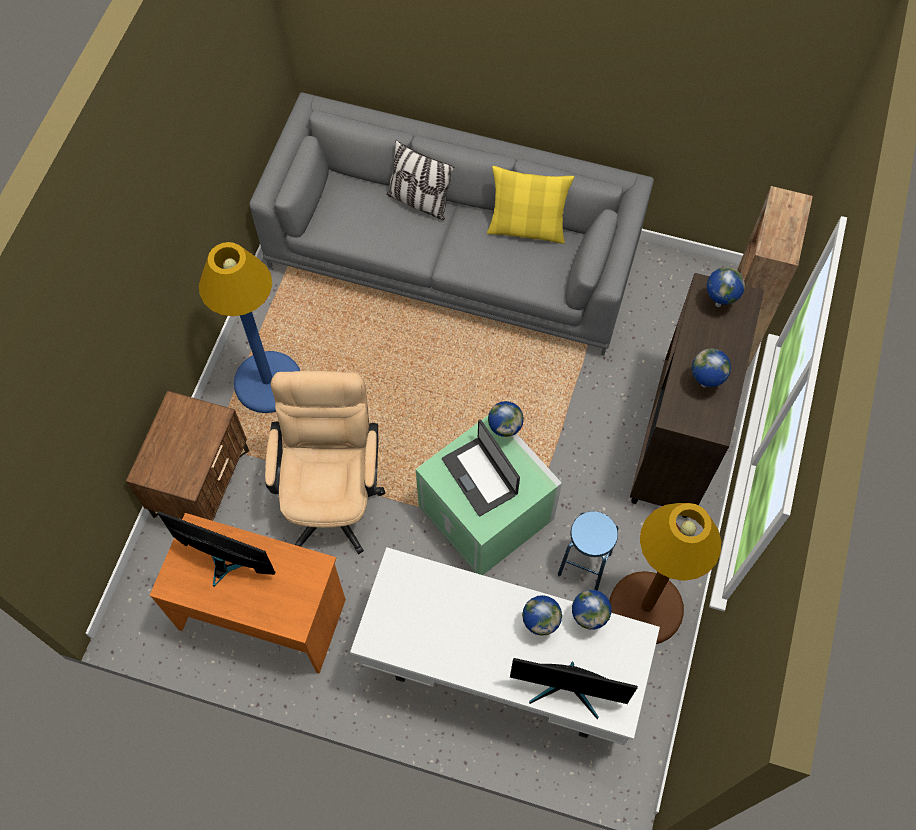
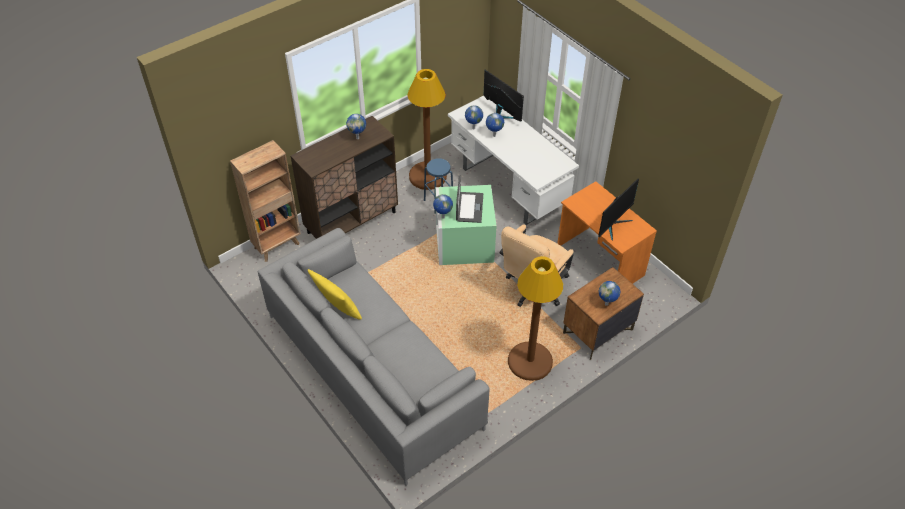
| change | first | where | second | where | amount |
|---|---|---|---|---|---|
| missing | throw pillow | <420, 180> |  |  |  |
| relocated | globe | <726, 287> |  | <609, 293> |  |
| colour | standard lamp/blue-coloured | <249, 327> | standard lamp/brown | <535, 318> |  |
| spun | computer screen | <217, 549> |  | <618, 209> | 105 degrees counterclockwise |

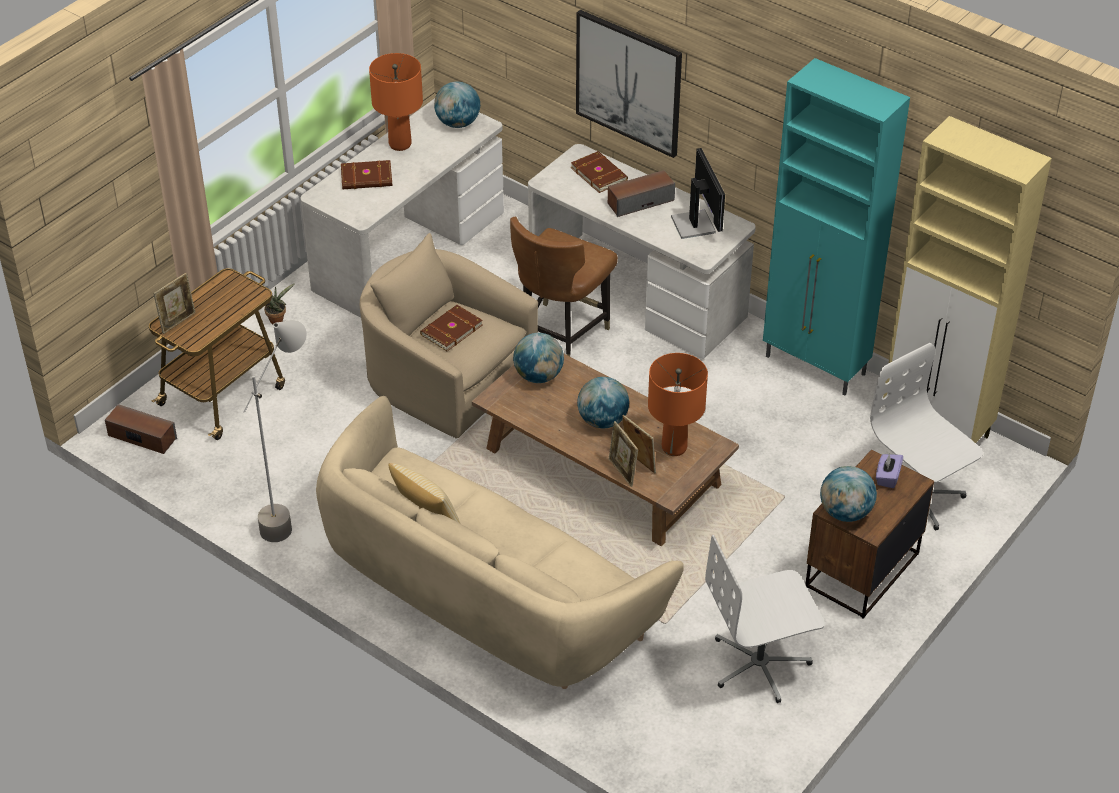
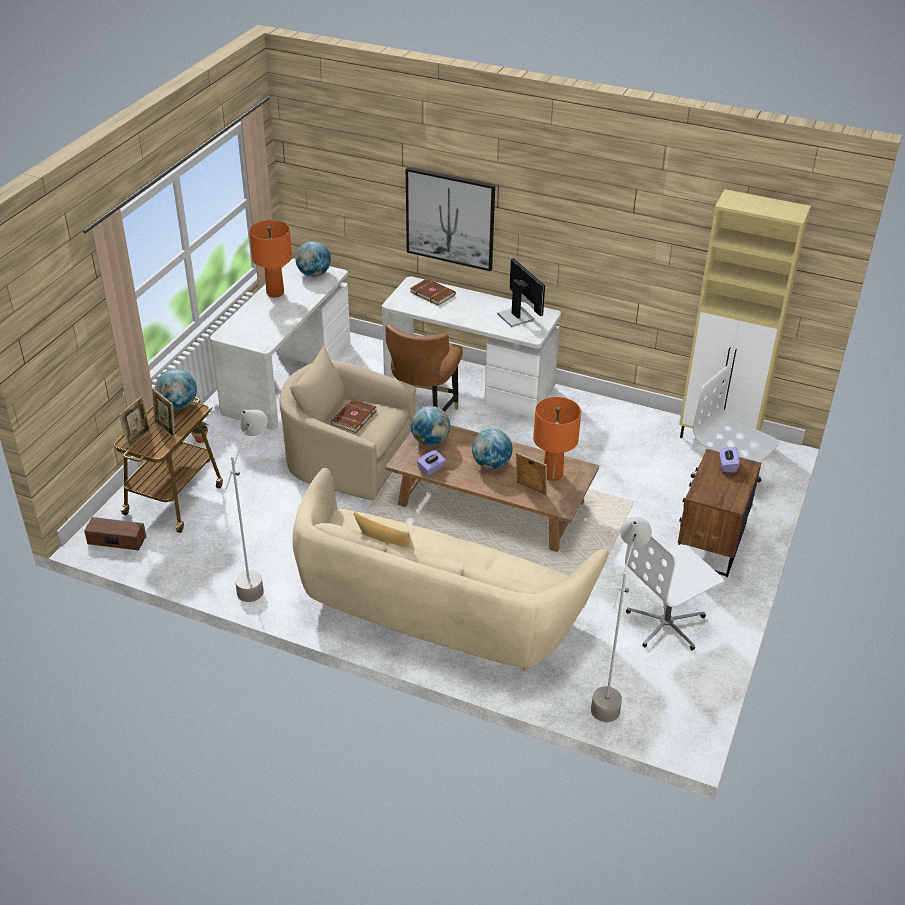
| change | first | where | second | where | amount |
|---|---|---|---|---|---|
| missing | bound book/brown | <367, 175> |  |  |  |
| missing | loudspeaker | <641, 193> |  |  |  |
| missing | cupboard/blue-green | <836, 227> |  |  |  |
| appeared |  |  | tissue box/purplish | <431, 463> |  |
| appeared |  |  | standard lamp/greyish | <621, 619> |  |
| relocated | standing frame | <623, 454> |  | <163, 413> |  |
| relocated | globe | <848, 494> |  | <176, 389> |  |

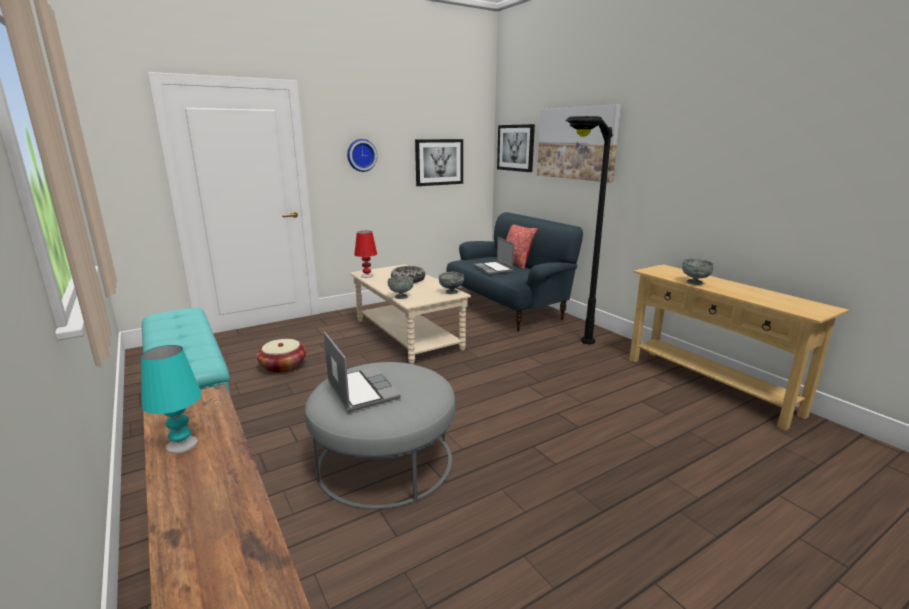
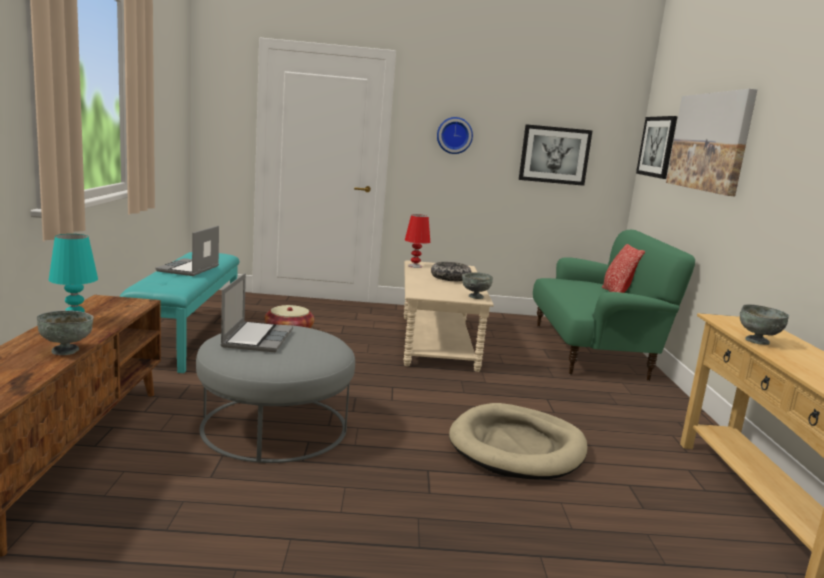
| change | first | where | second | where | amount |
|---|---|---|---|---|---|
| missing | standard lamp/black-coloured | <589, 230> |  |  |  |
| appeared |  |  | pet bed/beige | <518, 441> |  |
| relocated | bowl/greyish | <400, 287> |  | <65, 332> |  |
| relocated | notebook computer | <494, 256> |  | <187, 251> |  |
| colour | settee/blue-coloured | <514, 272> | settee/green | <614, 305> |  |

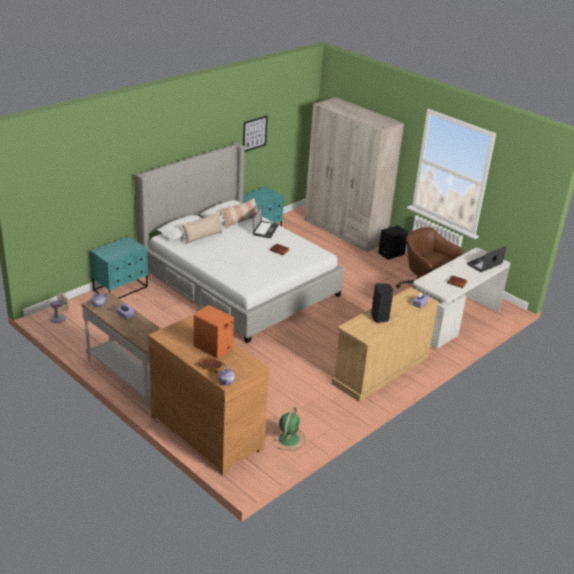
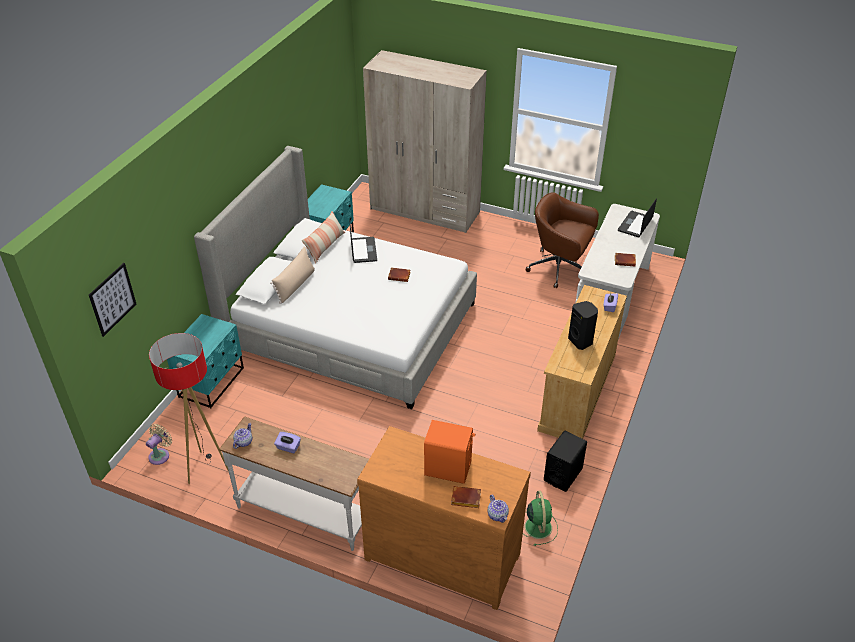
| change | first | where | second | where | amount |
|---|---|---|---|---|---|
| appeared |  |  | standard lamp | <188, 408> |  |
| relocated | wall picture | <255, 133> |  | <112, 300> |  |
| relocated | loudspeaker/black-coloured | <393, 242> |  | <565, 461> |  |

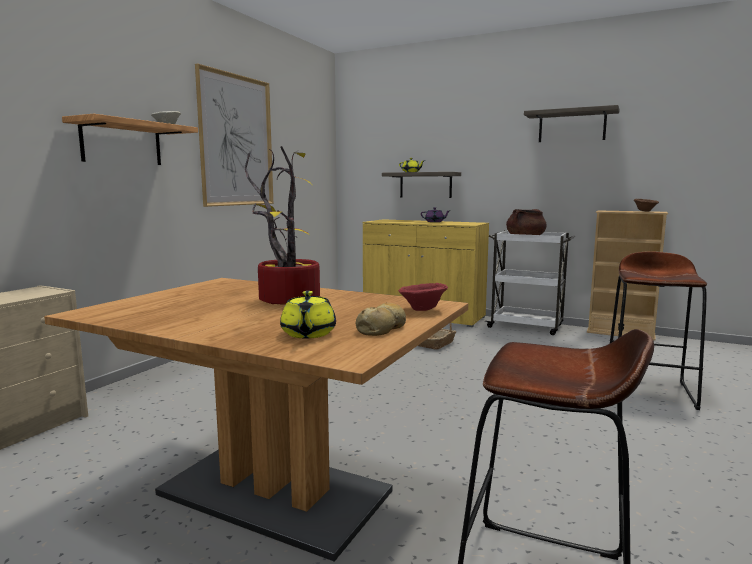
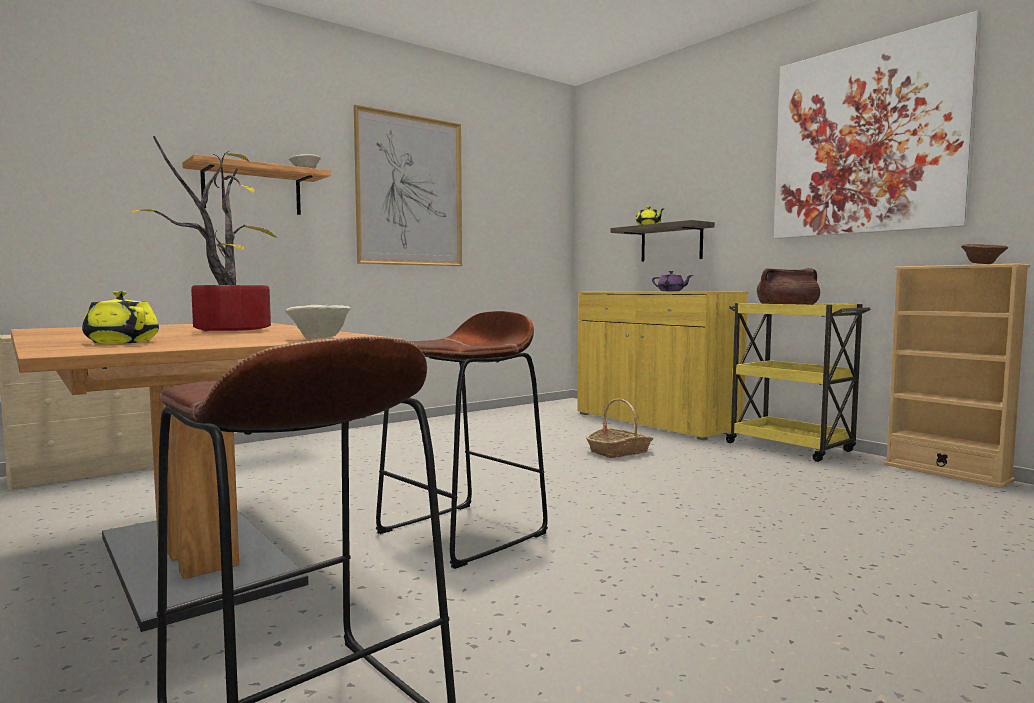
| change | first | where | second | where | amount |
|---|---|---|---|---|---|
| missing | bakery bread | <381, 319> |  |  |  |
| relocated | stool/brown | <658, 330> |  | <462, 440> |  |
| exchanged | shelf | <572, 123> | wall picture | <877, 124> |  |
| colour | bowl/red | <423, 297> | bowl/beige | <318, 321> |  |
| colour | trolley/white-coloured | <530, 282> | trolley/yellowish | <797, 382> |  |
| spun | tea pot/yellowish | <308, 314> |  | <120, 317> | 105 degrees clockwise |

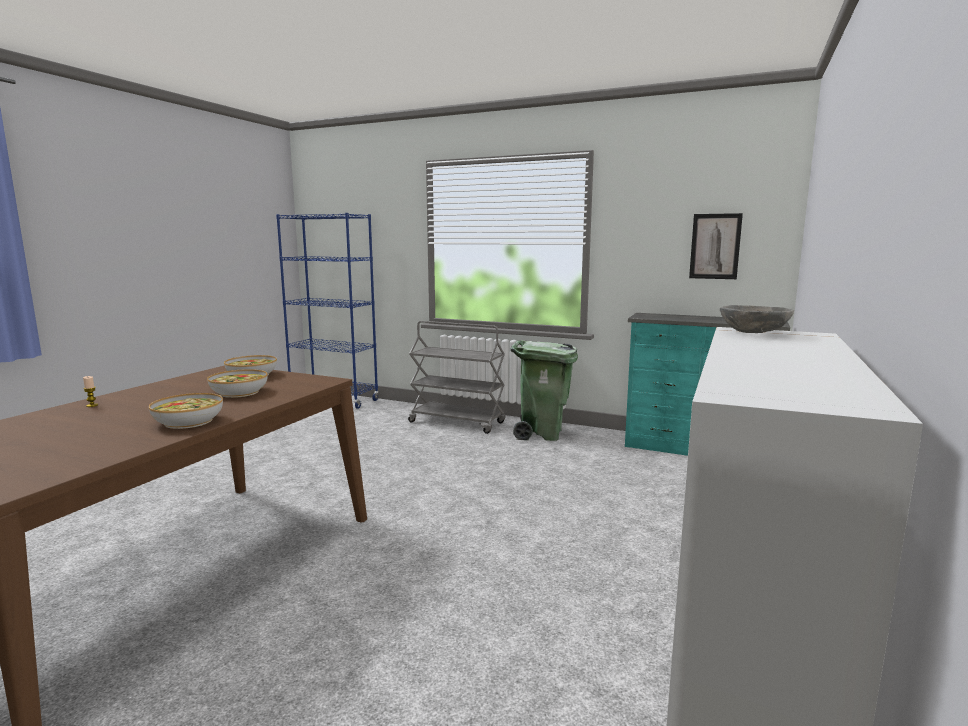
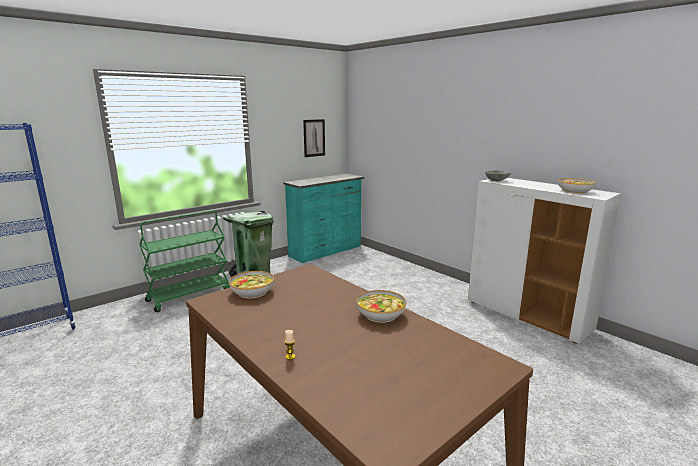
| change | first | where | second | where | amount |
|---|---|---|---|---|---|
| relocated | bowl | <237, 383> |  | <576, 186> |  |
| colour | trolley/greyish | <457, 377> | trolley/green | <184, 261> |  |

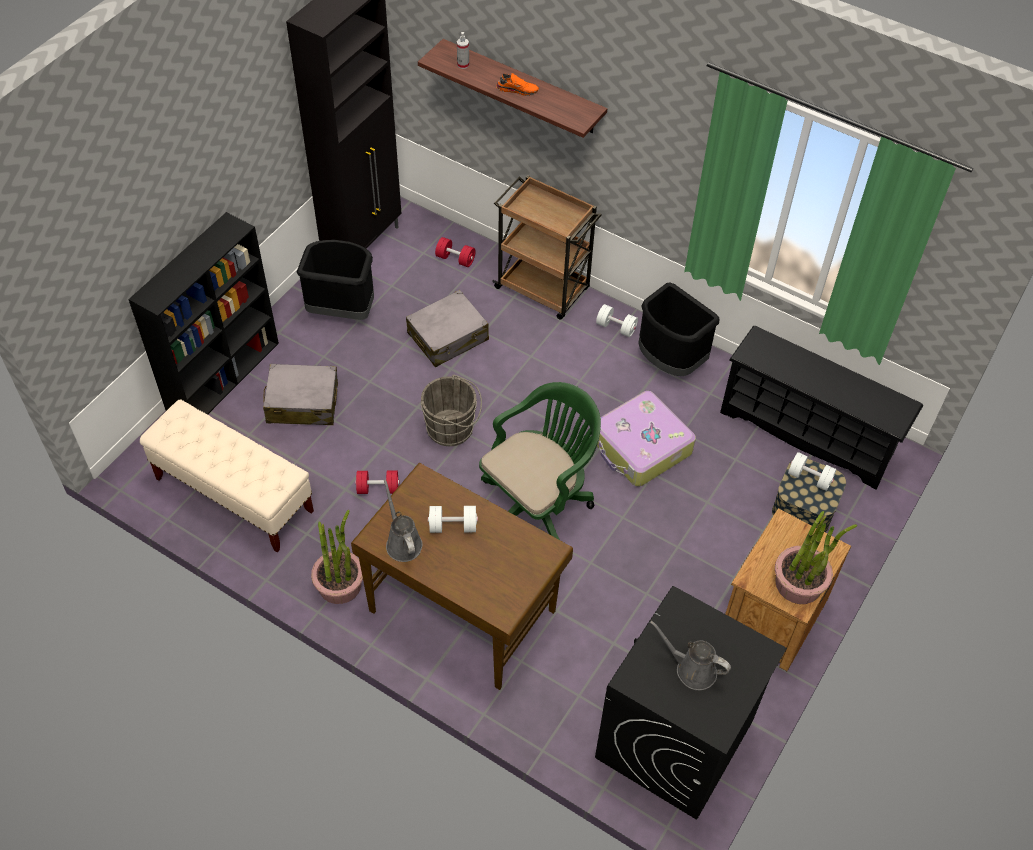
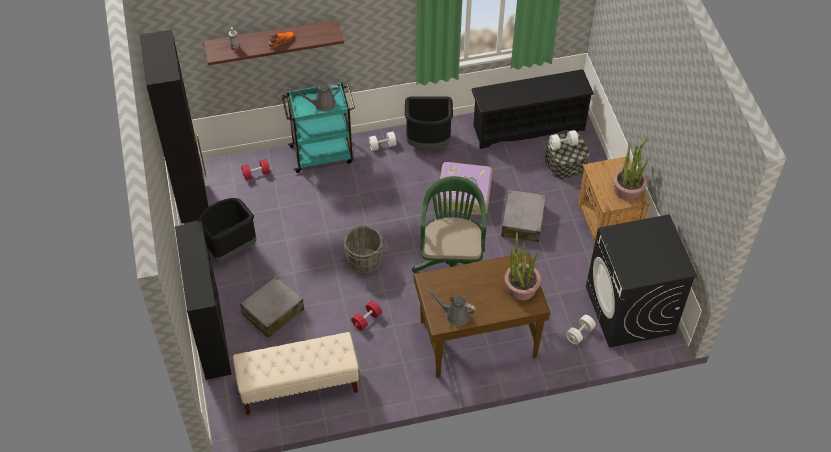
| change | first | where | second | where | amount |
|---|---|---|---|---|---|
| relocated | plant in a pot | <337, 557> |  | <522, 266> |  |
| relocated | piece of luggage/greyish | <447, 328> |  | <523, 216> |  |
| relocated | dumbbell/white-coloured | <453, 519> |  | <581, 330> |  |
| relocated | watering pot/greyish | <690, 655> |  | <317, 97> |  |
| colour | trolley/brown | <547, 247> | trolley/blue-green | <318, 127> |  |

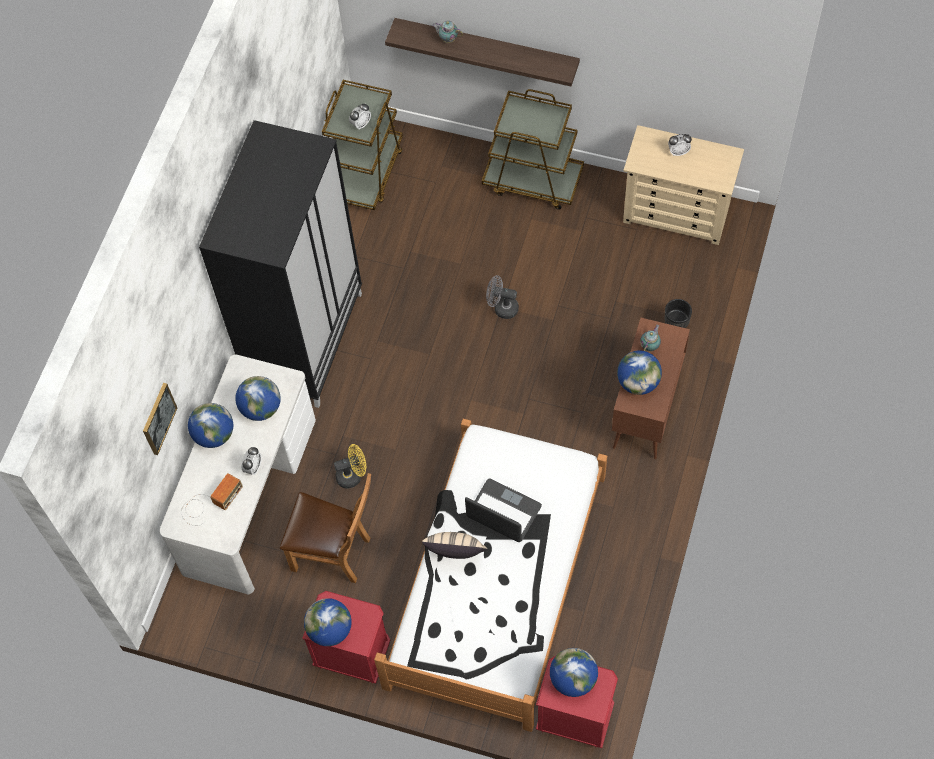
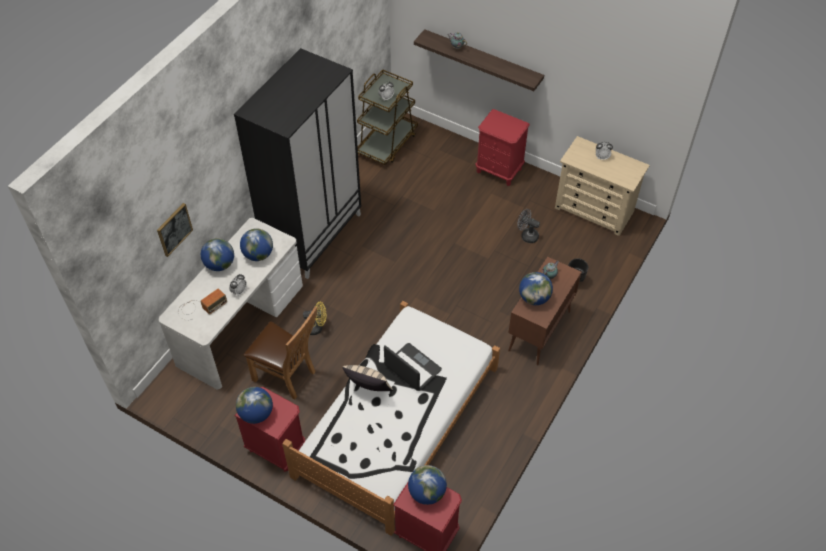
| change | first | where | second | where | amount |
|---|---|---|---|---|---|
| relocated | electric fan/greyish | <502, 297> |  | <528, 226> |  |
| exchanged | trolley/brown | <533, 149> | bedside table/red | <502, 147> |  |

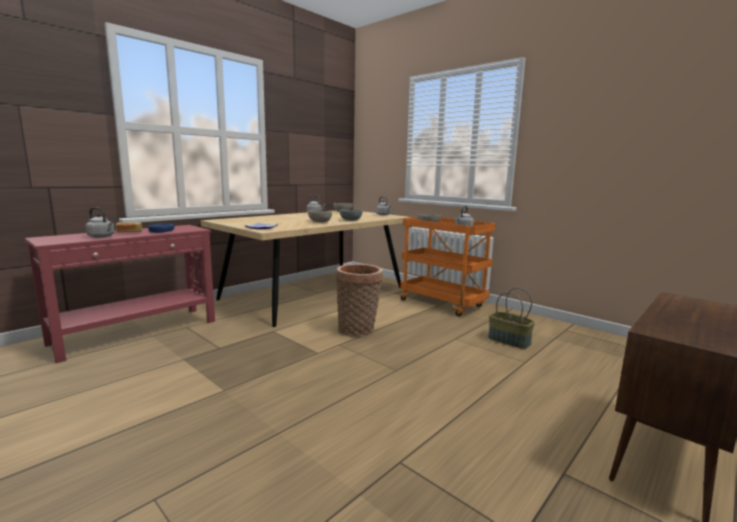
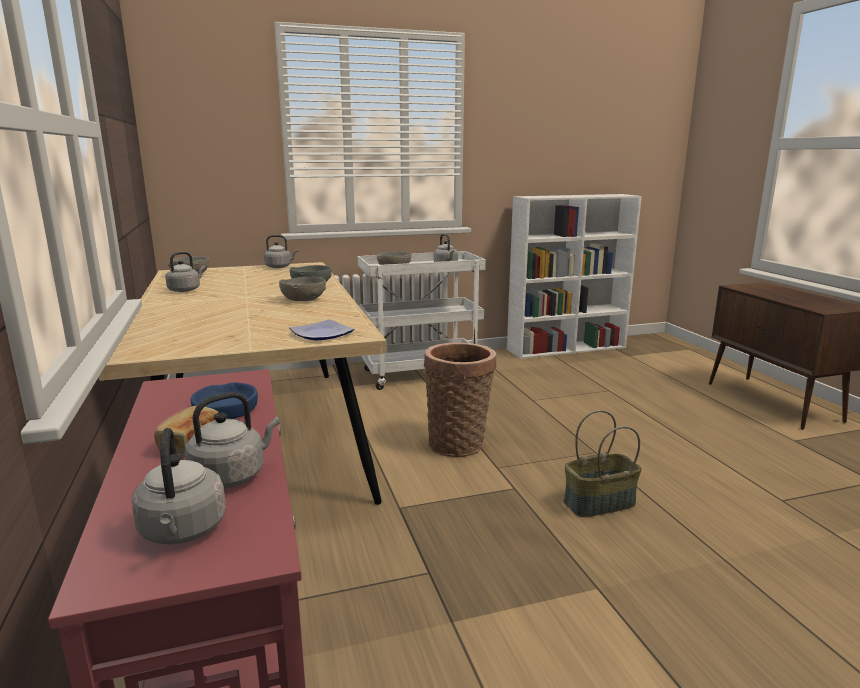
| change | first | where | second | where | amount |
|---|---|---|---|---|---|
| appeared |  |  | kettle/greyish | <179, 486> |  |
| appeared |  |  | bookcase/white-coloured | <574, 276> |  |
| relocated | basket | <511, 318> |  | <603, 463> |  |
| colour | trolley/orangey | <448, 266> | trolley/white-coloured | <422, 320> |  |

